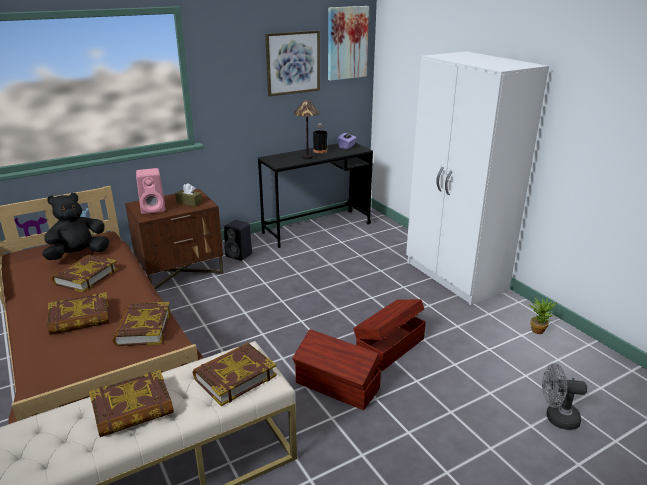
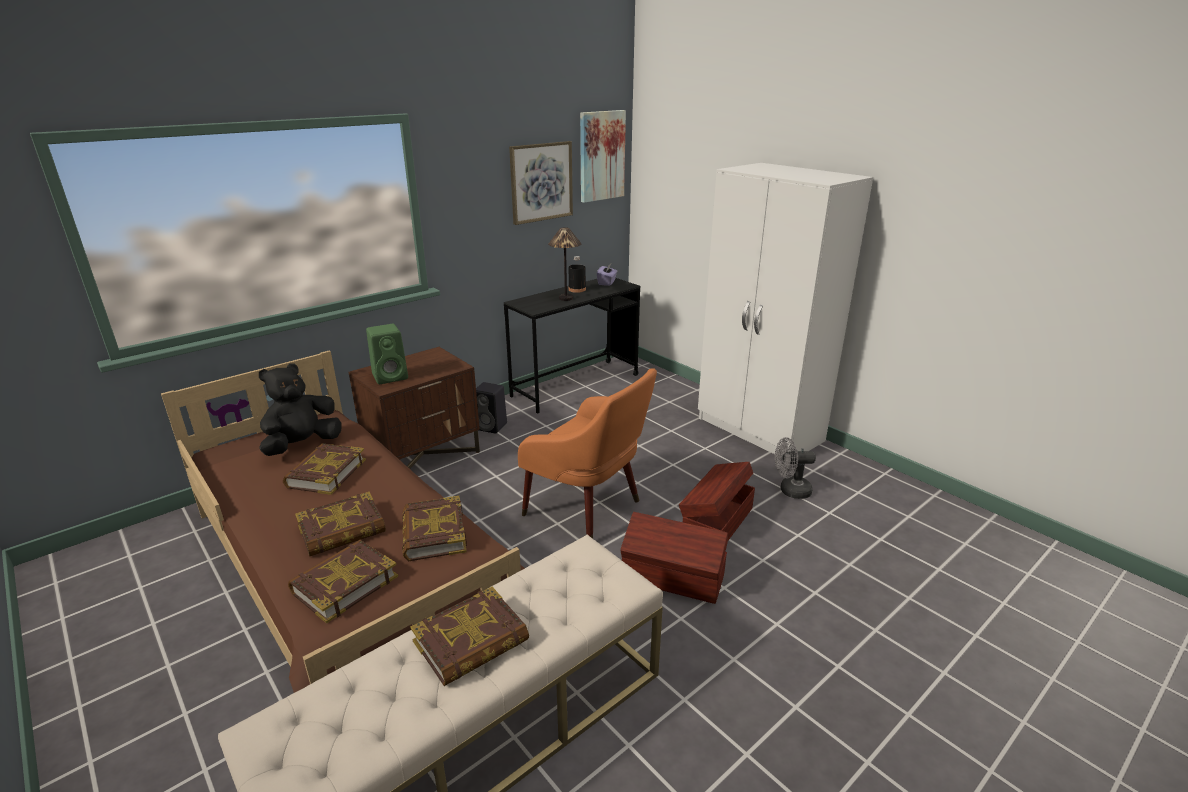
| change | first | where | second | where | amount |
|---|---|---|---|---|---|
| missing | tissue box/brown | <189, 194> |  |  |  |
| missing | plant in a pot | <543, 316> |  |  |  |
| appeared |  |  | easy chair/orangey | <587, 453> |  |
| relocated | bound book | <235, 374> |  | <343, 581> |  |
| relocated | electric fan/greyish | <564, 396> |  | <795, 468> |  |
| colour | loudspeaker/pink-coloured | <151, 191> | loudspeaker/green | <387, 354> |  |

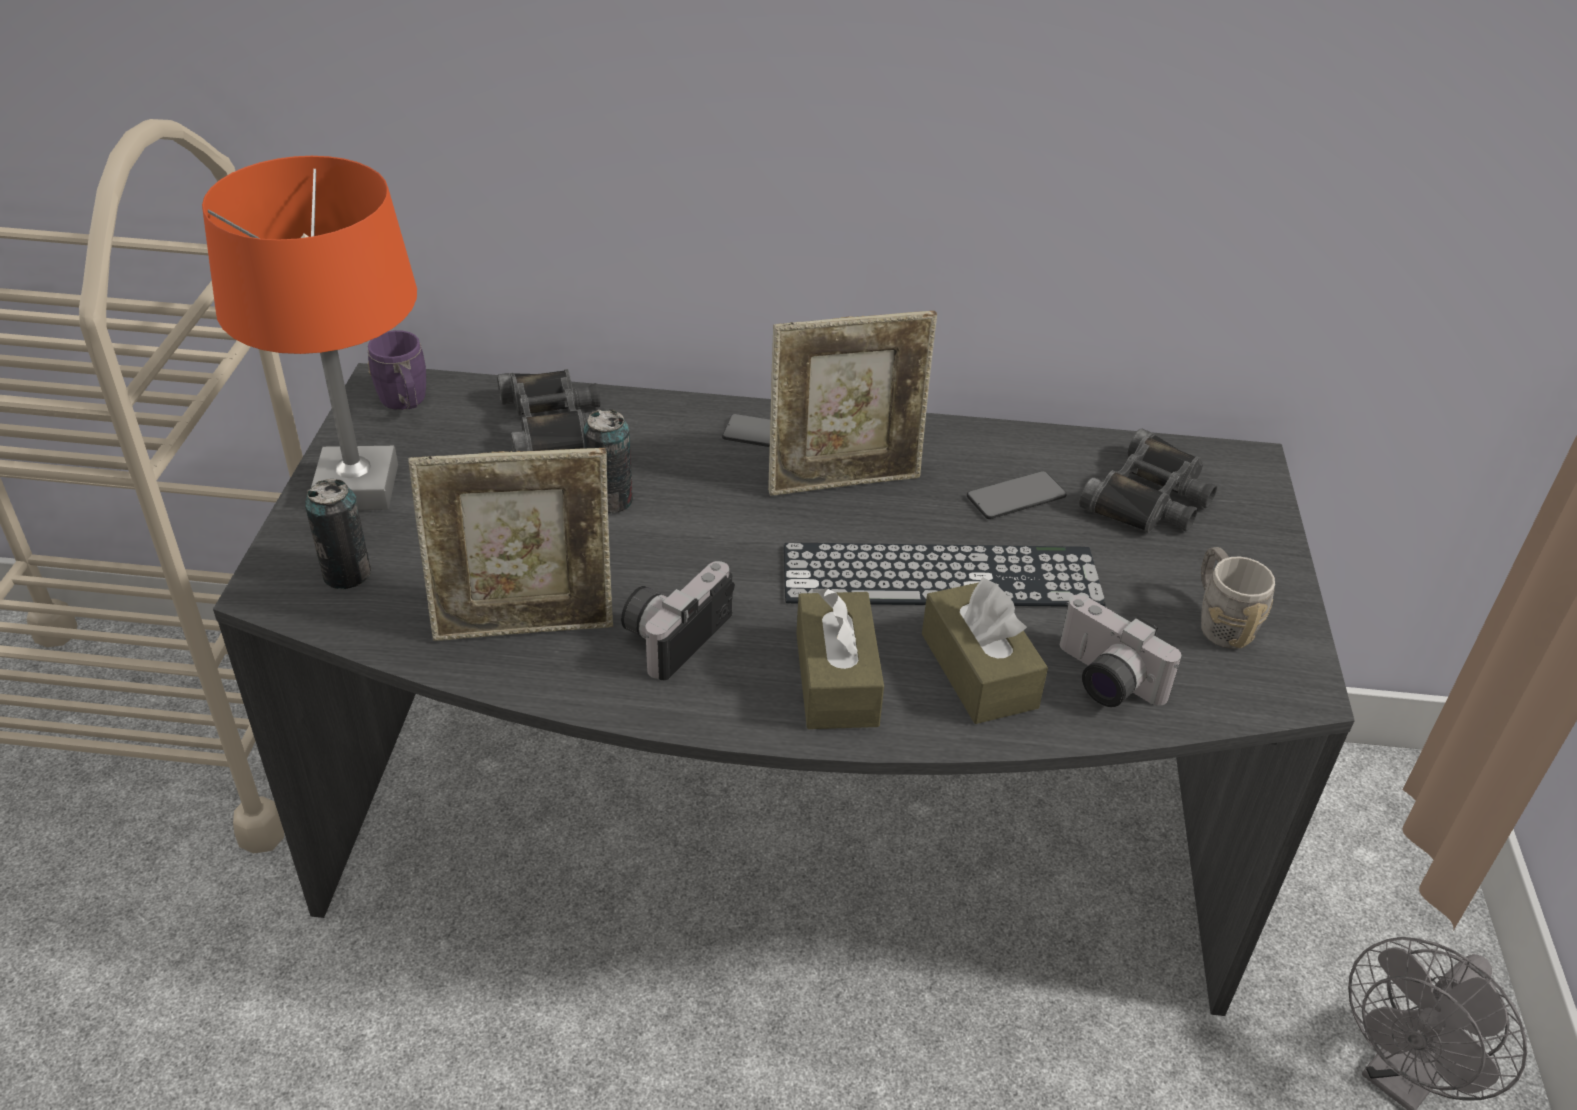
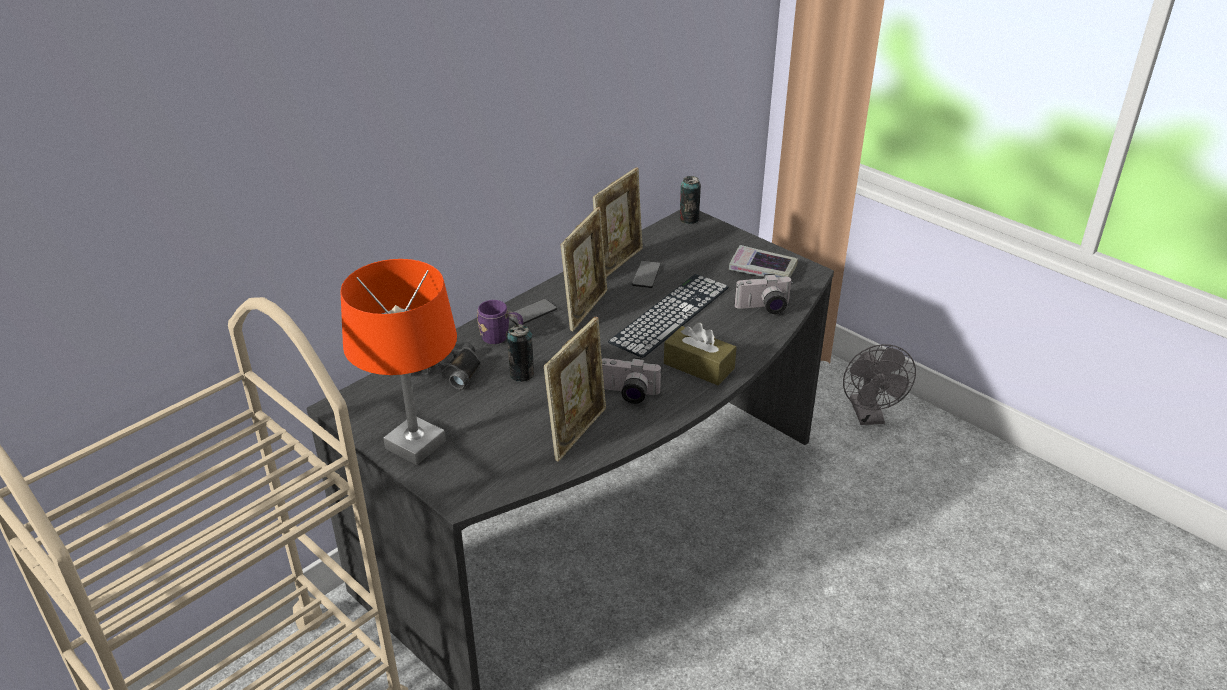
| change | first | where | second | where | amount |
|---|---|---|---|---|---|
| missing | tissue box/brown | <985, 650> |  |  |  |
| missing | binoculars/black-coloured | <1148, 481> |  |  |  |
| appeared |  |  | standing frame | <618, 222> |  |
| relocated | can | <338, 534> |  | <690, 200> |  |
| relocated | mug/purplish | <396, 370> |  | <500, 322> |  |
| exchanged | mug/greyish | <1238, 598> | bound book | <763, 261> |  |
| spun | still camera | <678, 620> |  | <632, 380> | 60 degrees counterclockwise |

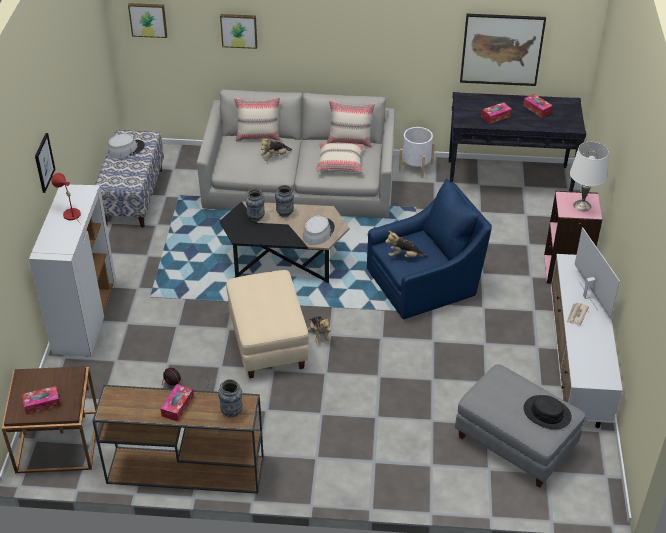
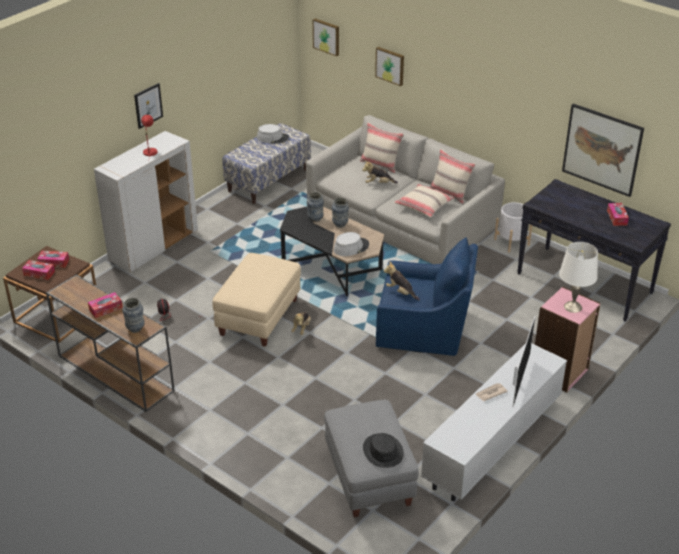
| change | first | where | second | where | amount |
|---|---|---|---|---|---|
| relocated | tissue box | <497, 113> |  | <53, 259> |  |

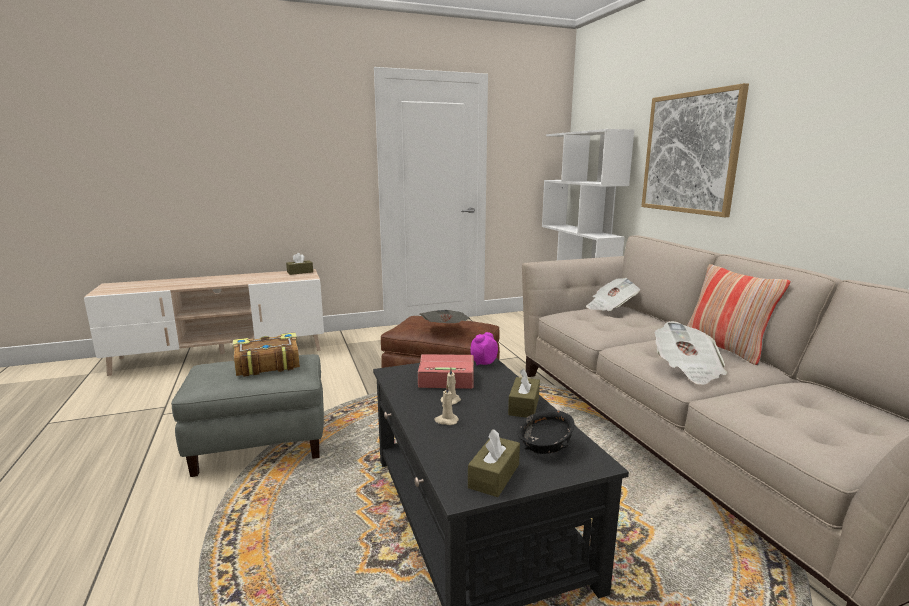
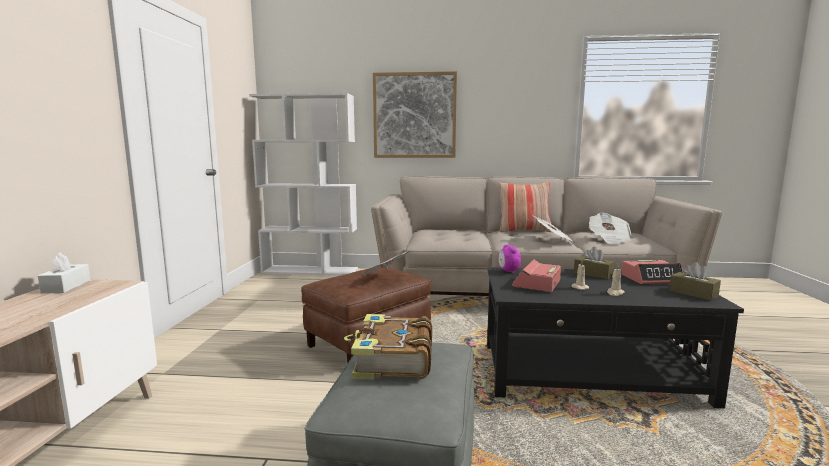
| change | first | where | second | where | amount |
|---|---|---|---|---|---|
| relocated | printed paper | <613, 294> |  | <610, 229> |  |
| exchanged | bowl/black-coloured | <546, 432> | alarm clock | <652, 272> |  |
| colour | tissue box/brown | <299, 264> | tissue box/white-coloured | <64, 273> |  |

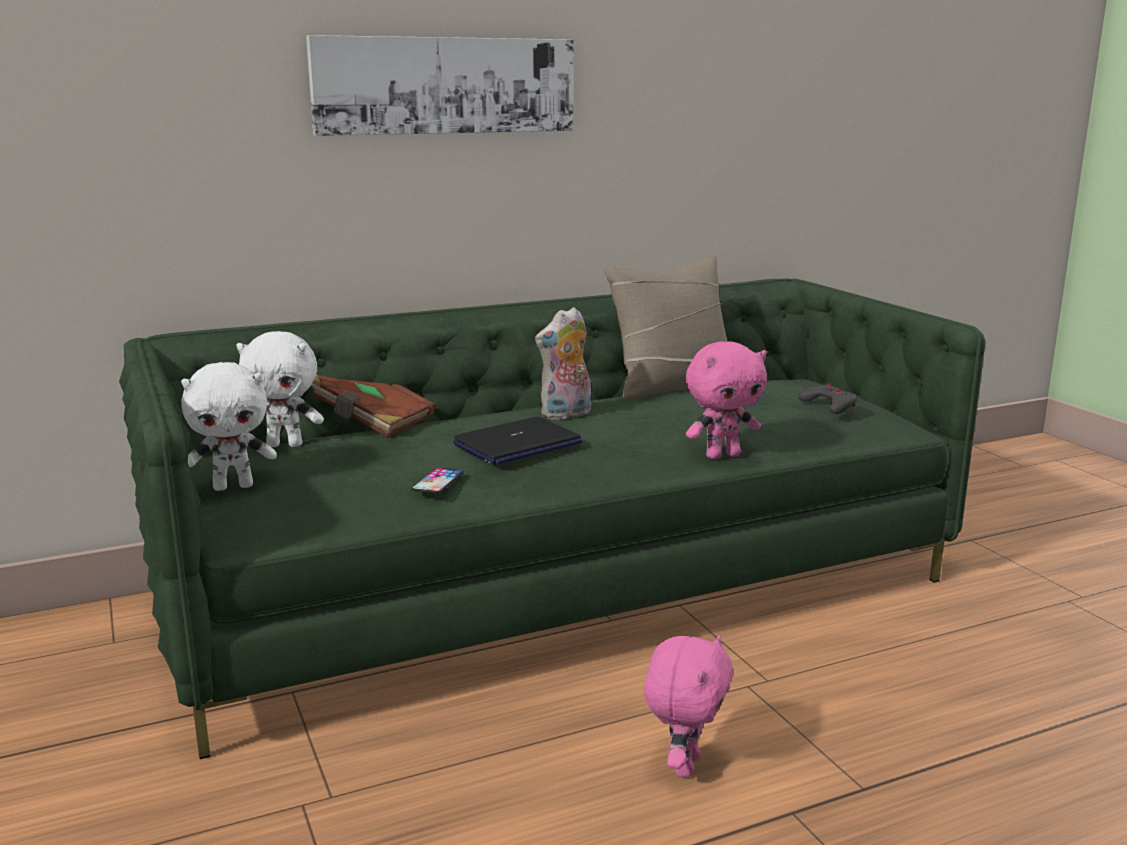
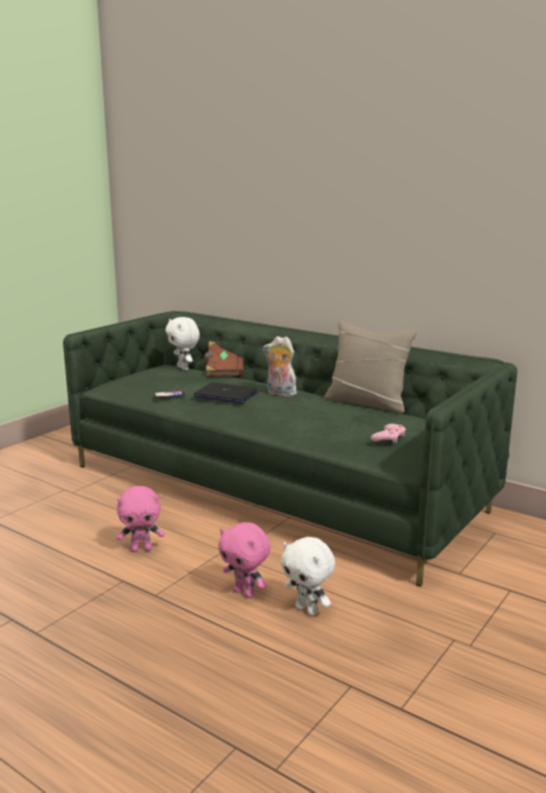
| change | first | where | second | where | amount |
|---|---|---|---|---|---|
| missing | wall picture | <440, 85> |  |  |  |
| relocated | cuddly toy/white-coloured | <229, 426> |  | <308, 576> |  |
| relocated | cuddly toy/pink-coloured | <726, 400> |  | <244, 560> |  |
| colour | gamepad/greyish | <827, 398> | gamepad/pink-coloured | <388, 433> |  |

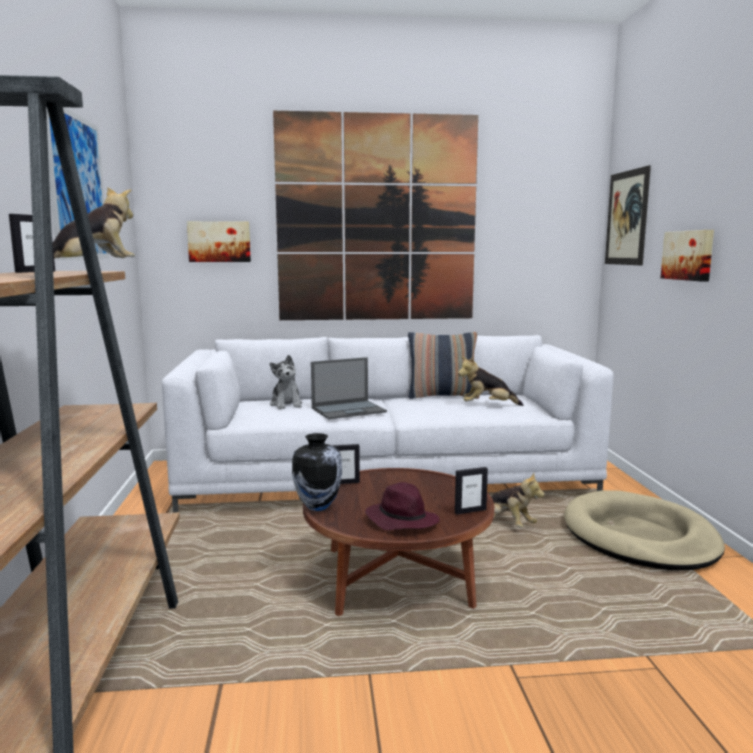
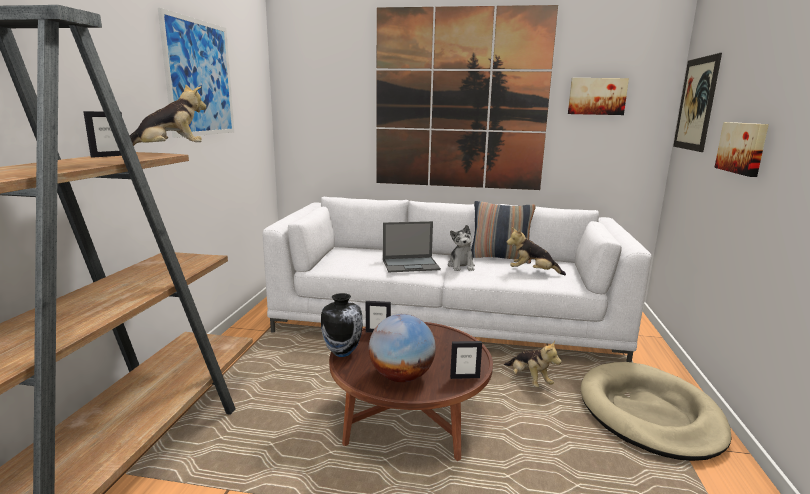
| change | first | where | second | where | amount |
|---|---|---|---|---|---|
| relocated | wall picture | <219, 241> |  | <598, 96> |  |
| relocated | cuddly toy | <286, 382> |  | <461, 248> |  |
| exchanged | wearable hat/purplish | <402, 506> | globe | <402, 348> |  |

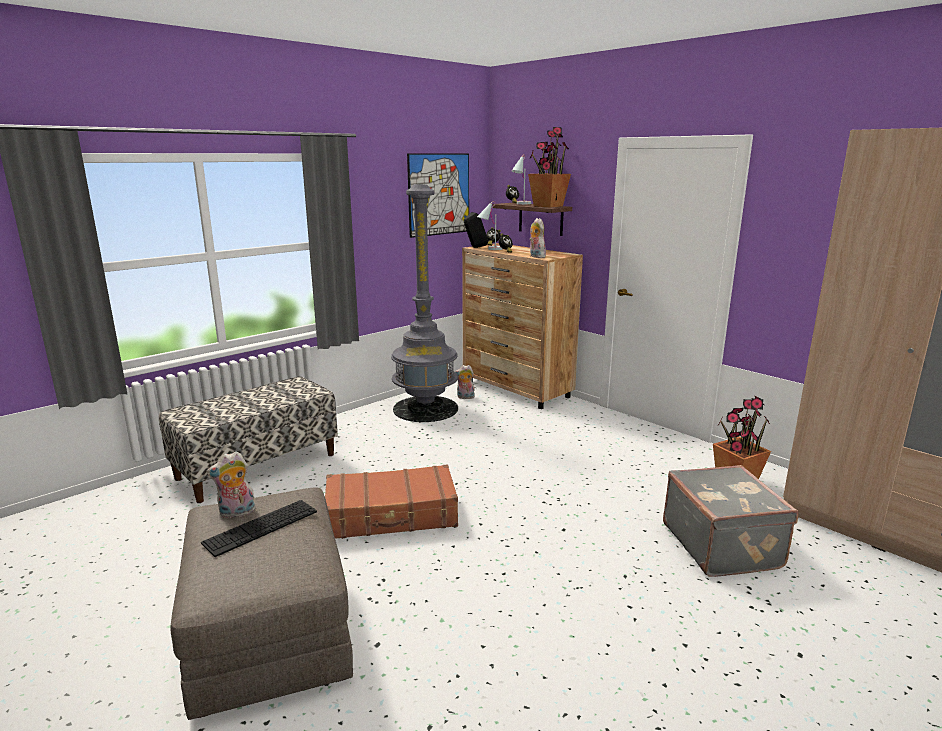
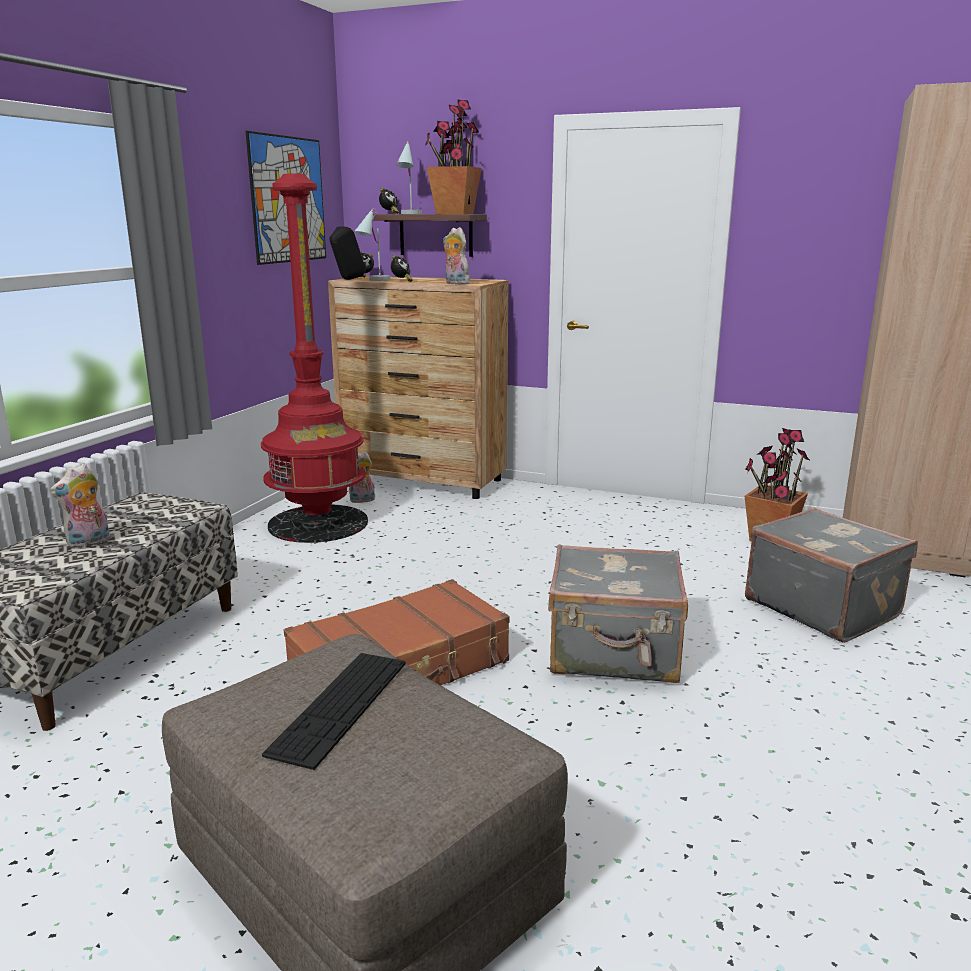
| change | first | where | second | where | amount |
|---|---|---|---|---|---|
| appeared |  |  | piece of luggage/greyish | <618, 613> |  |
| relocated | cuddly toy | <231, 484> |  | <80, 506> |  |
| colour | standard lamp/greyish | <424, 303> | standard lamp/red | <314, 358> |  |

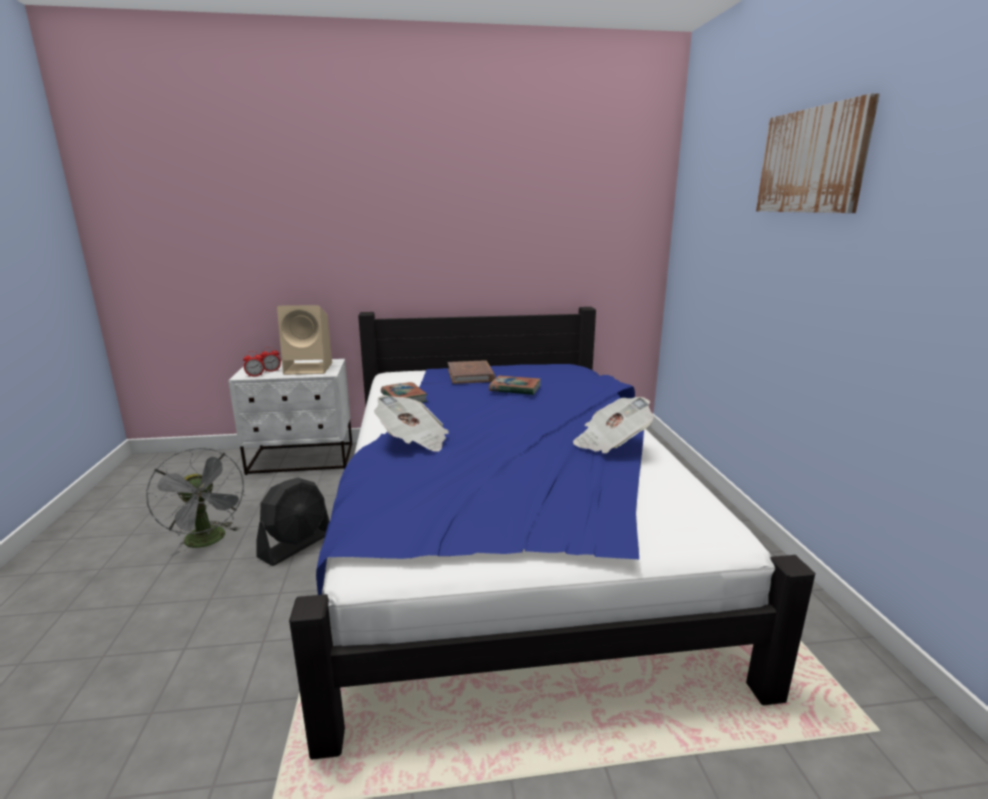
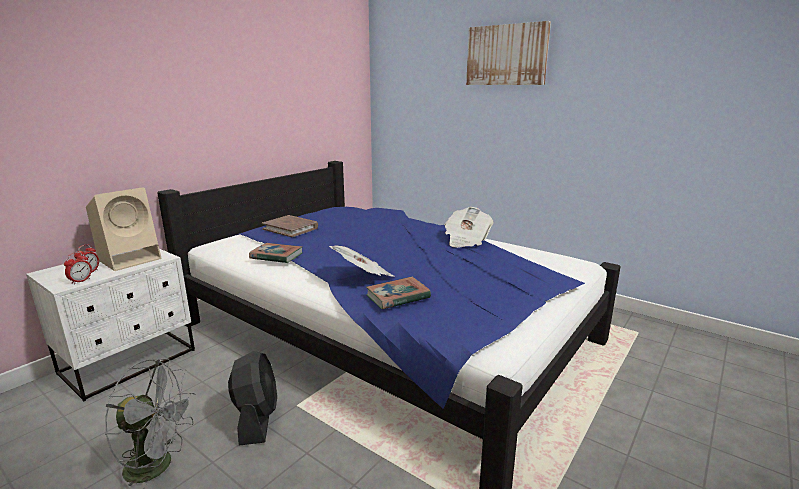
| change | first | where | second | where | amount |
|---|---|---|---|---|---|
| relocated | bound book | <515, 385> |  | <398, 293> |  |

